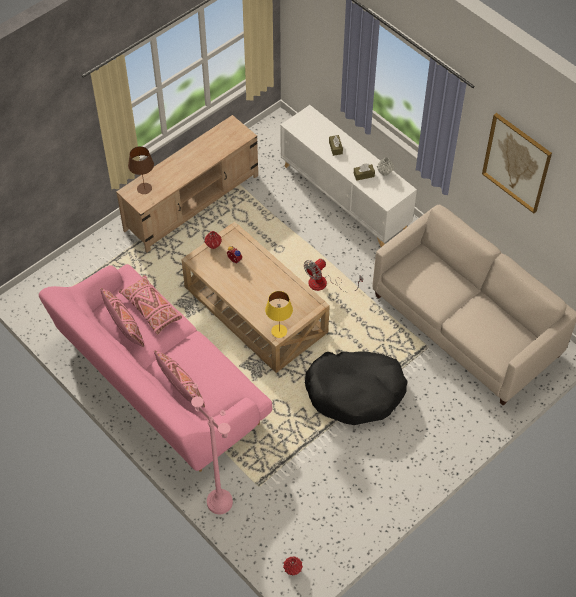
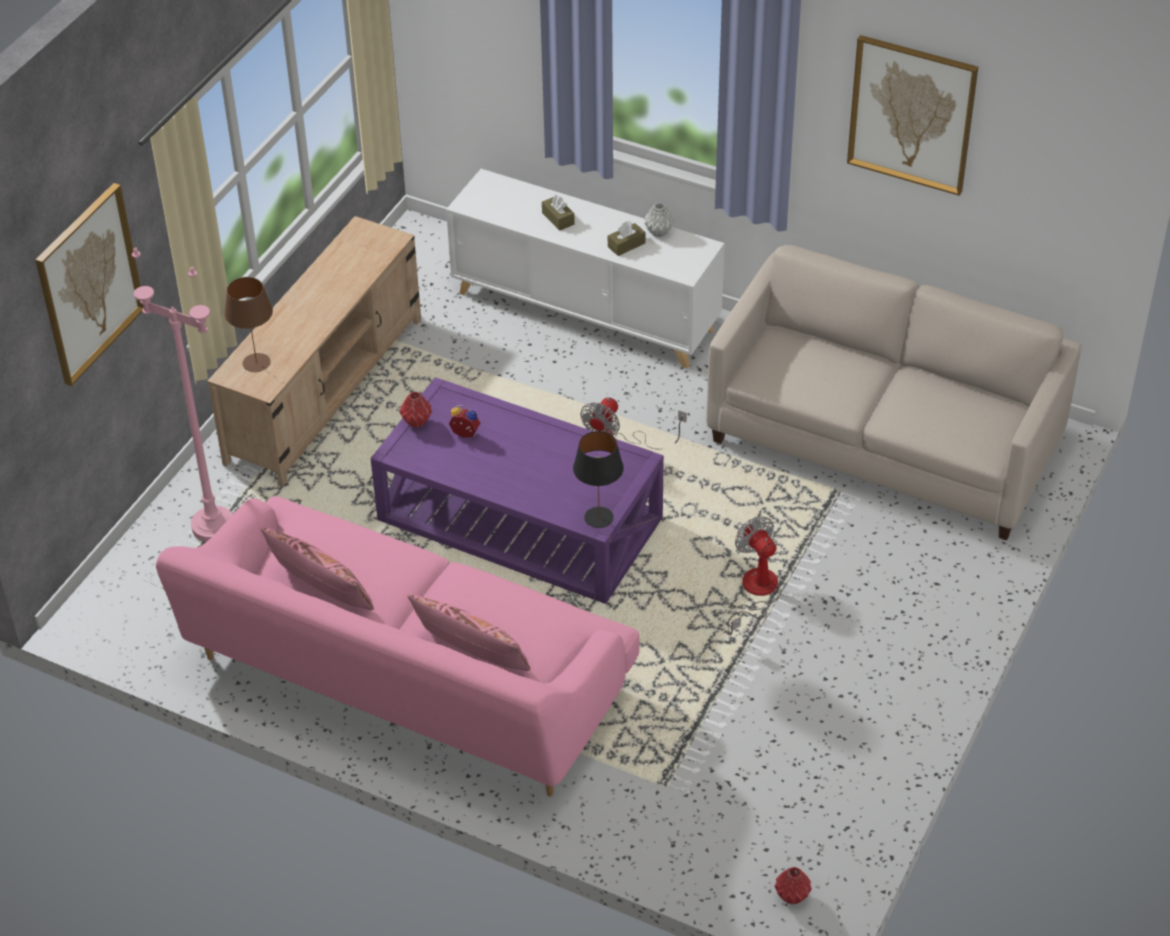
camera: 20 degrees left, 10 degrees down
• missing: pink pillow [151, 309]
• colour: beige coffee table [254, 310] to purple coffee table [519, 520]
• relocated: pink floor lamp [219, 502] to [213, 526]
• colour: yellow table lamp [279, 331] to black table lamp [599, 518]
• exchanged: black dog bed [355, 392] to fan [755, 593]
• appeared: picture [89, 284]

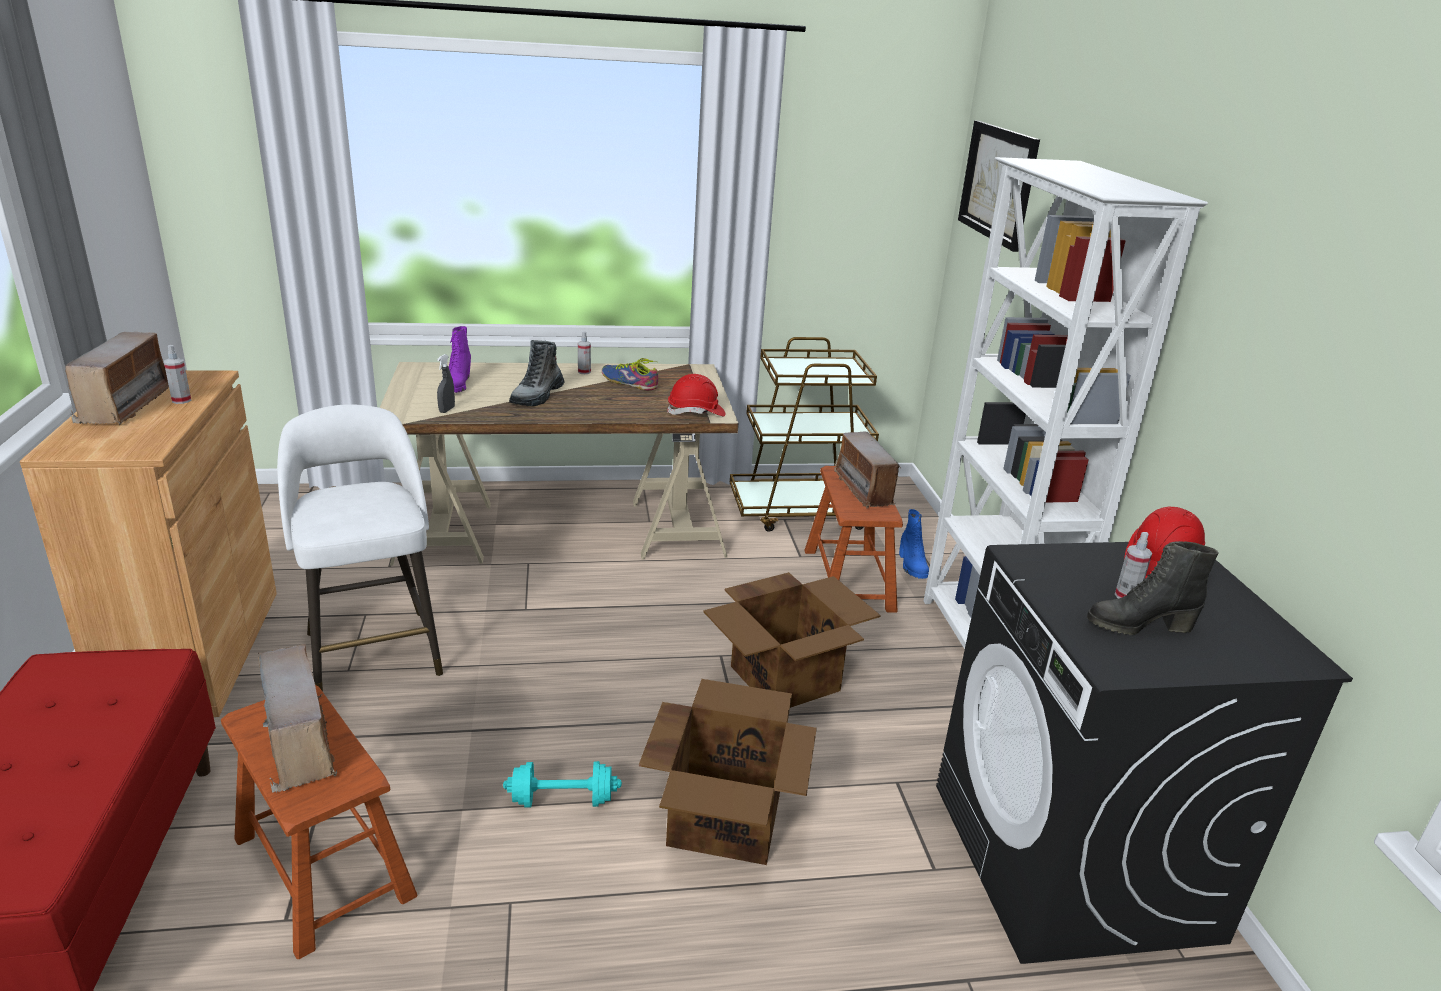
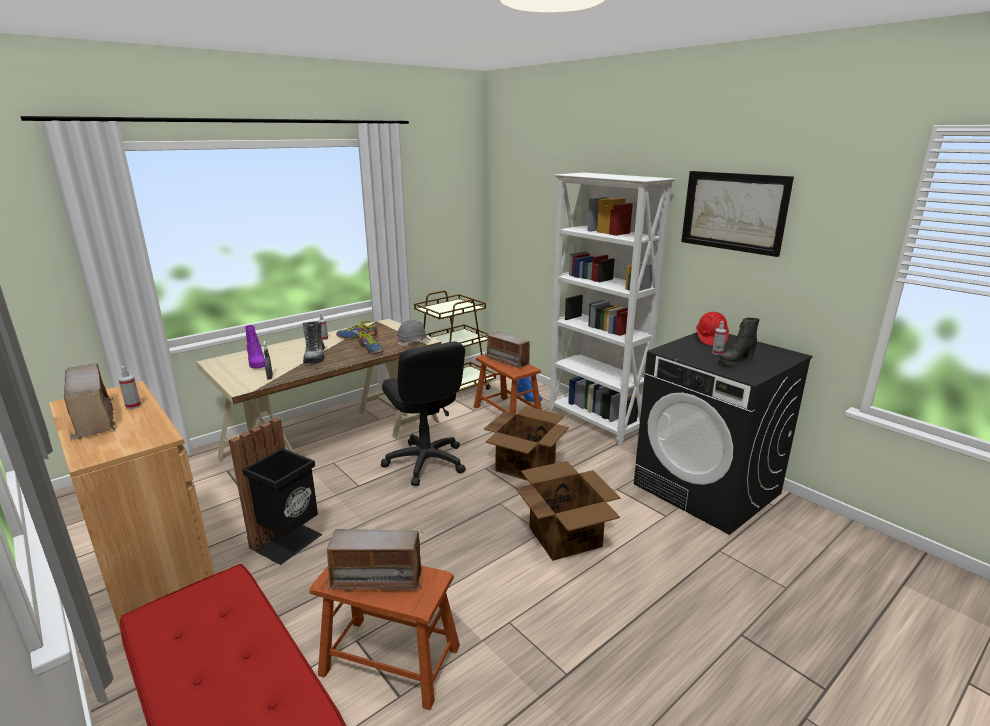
camera: 30 degrees left, 5 degrees down
• spun: radio [299, 742] = [377, 578] 150 degrees clockwise
• exchanged: white stool [373, 650] to black trash can [289, 542]
• missing: turquoise dumbbell [563, 800]
• colour: red hard hat [696, 412] to grey hard hat [413, 342]
• relocated: picture [998, 183] to [733, 211]
• appeared: shoe [371, 349]
• appeared: black office chair [425, 462]

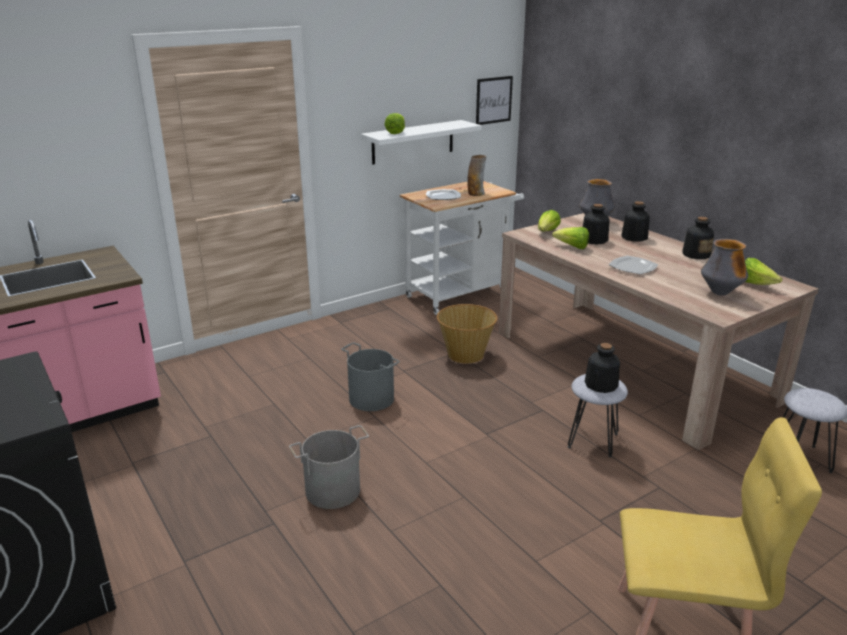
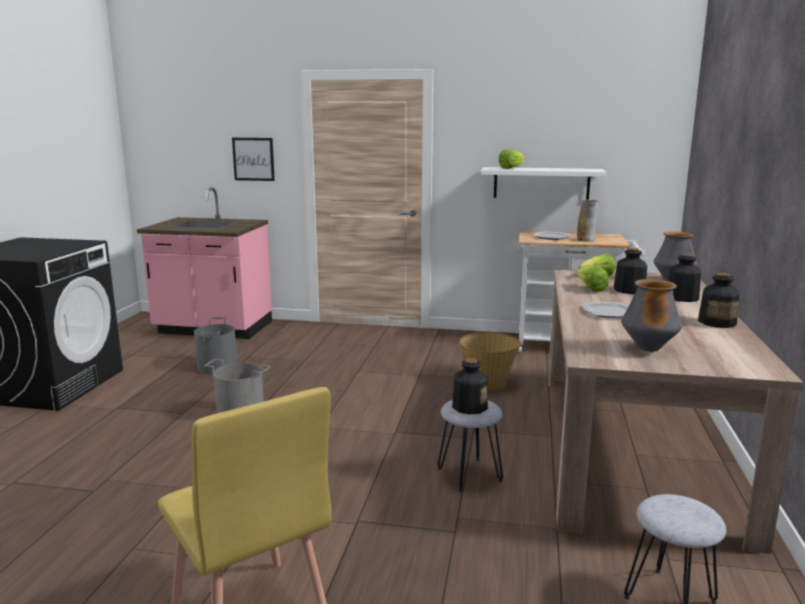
camera: 45 degrees right, 10 degrees down
• relocated: grey bucket [372, 398] to [218, 366]
• relocated: picture [493, 100] to [253, 159]
• missing: lettuce [755, 284]

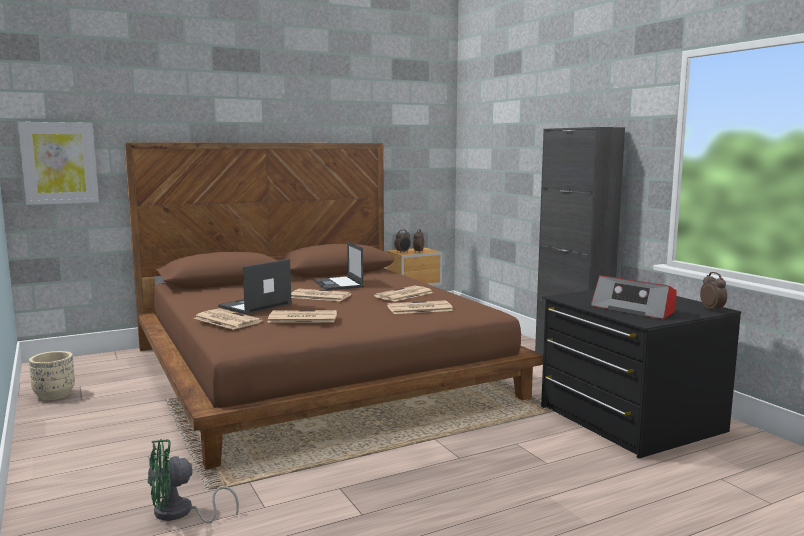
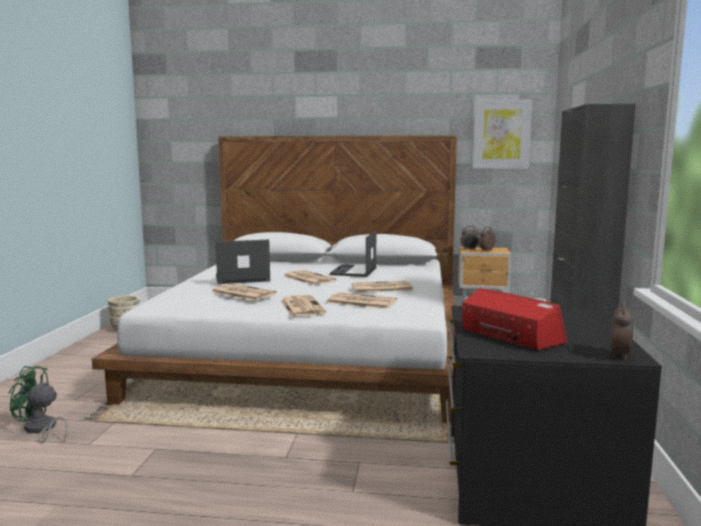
camera: 35 degrees right, 0 degrees up
• relocated: picture [59, 163] to [501, 134]
• colour: brown bed [318, 371] to white bed [313, 350]
• relocated: newspaper [226, 320] to [301, 307]
• spun: radio [634, 309] = [510, 336] 150 degrees clockwise

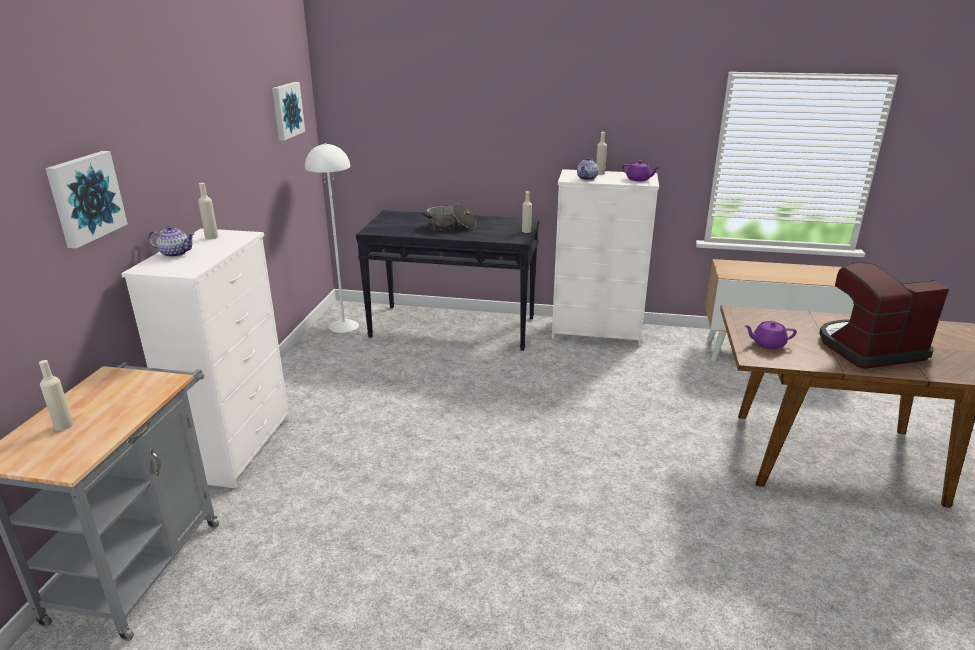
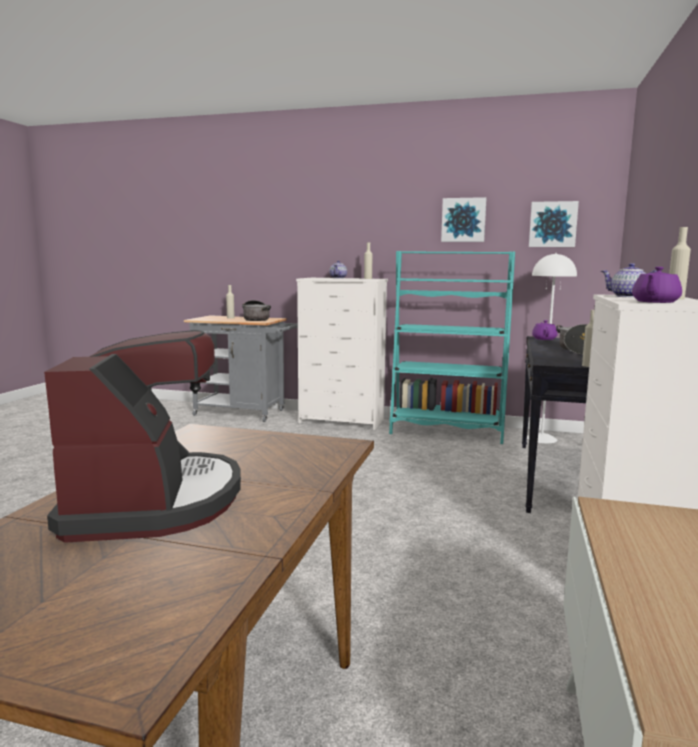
camera: 95 degrees right, 15 degrees down
• relocated: picture [85, 198] to [463, 220]
• relocated: purple teapot [767, 344] to [544, 339]
• appeared: cooking pot [256, 319]
• appeared: turquoise bookcase [446, 431]

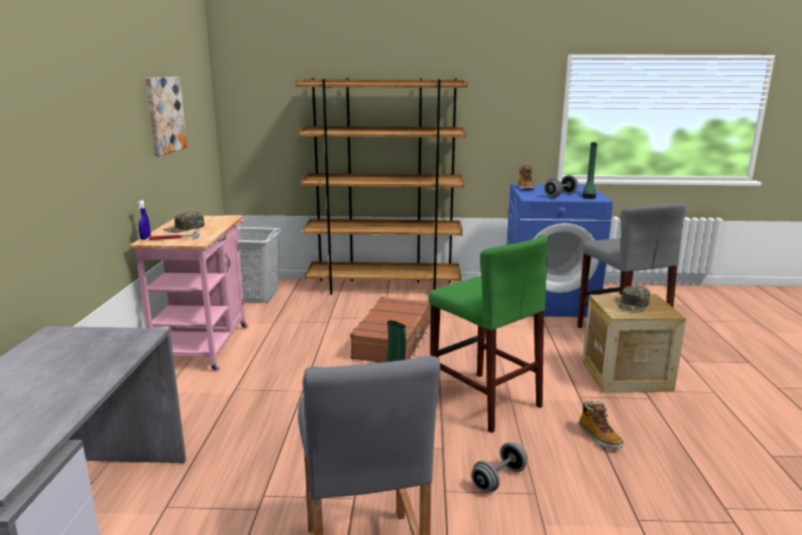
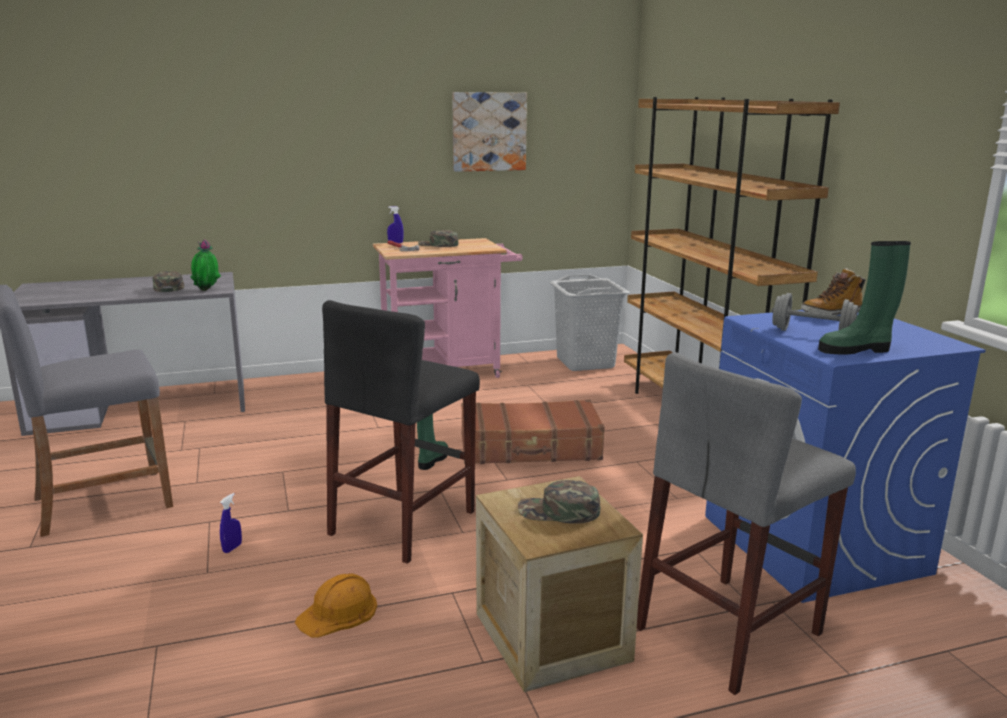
camera: 70 degrees right, 0 degrees up
• colour: green stool [485, 400] to black stool [404, 522]
• exchanged: grey dumbbell [499, 479] to blue spray bottle [232, 548]
• exchanged: boot [599, 437] to orange hard hat [338, 612]
• appeared: green cap [169, 287]
• appeared: potted plant [207, 291]

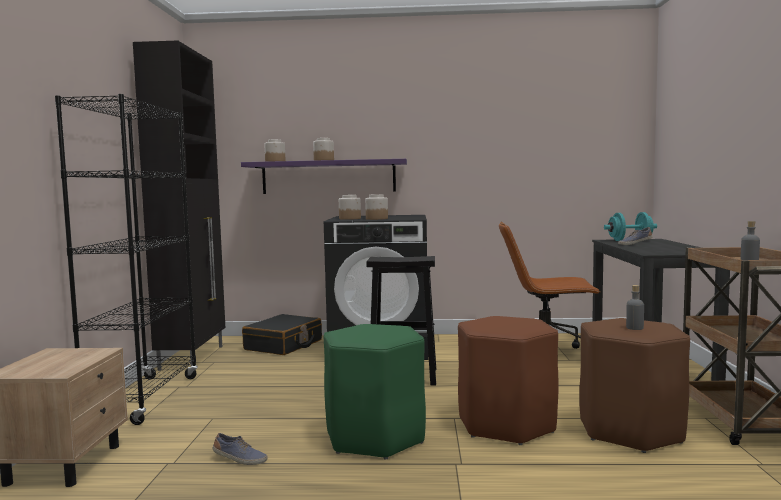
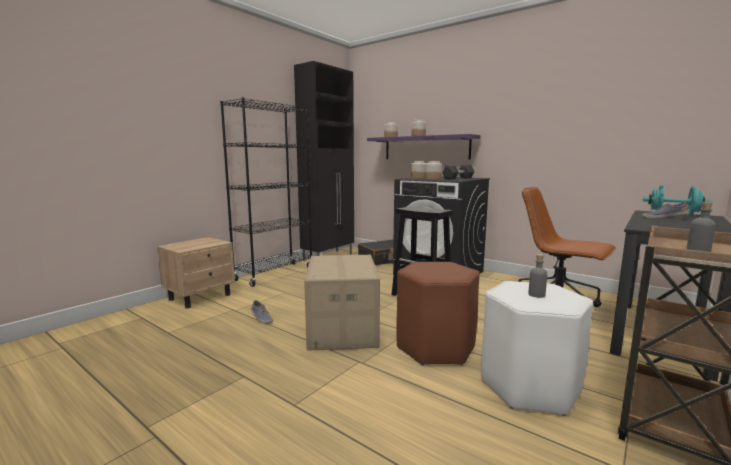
camera: 35 degrees right, 5 degrees up
• exchanged: green stool [374, 437] to cardboard box [341, 328]
• colour: brown stool [631, 431] to white stool [530, 387]
• appeared: grey dumbbell [458, 178]

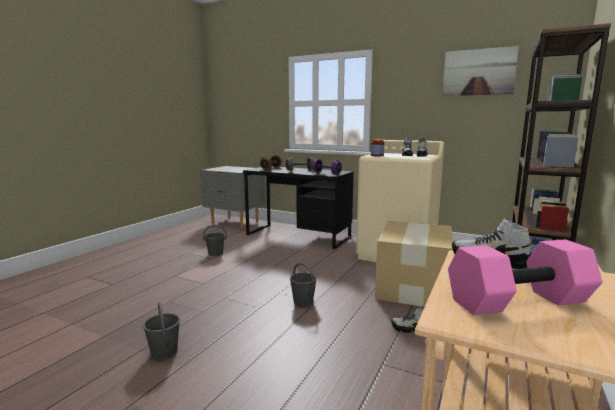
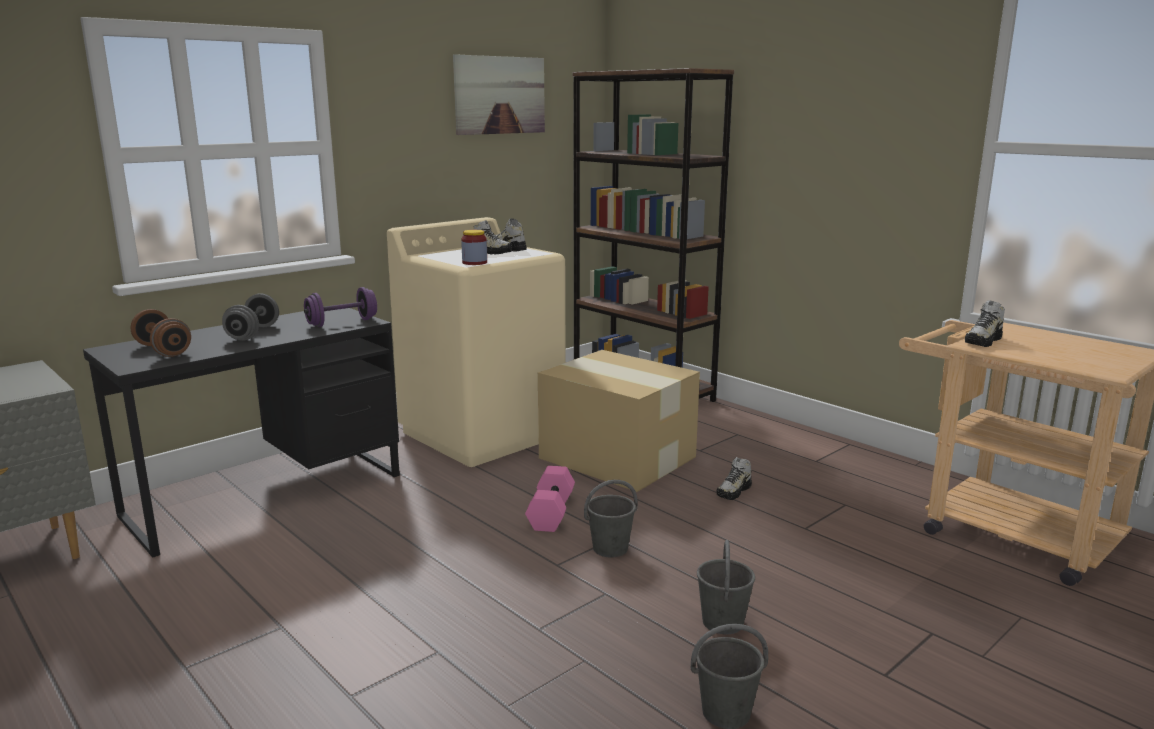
camera: 70 degrees left, 5 degrees up
• relocated: grey bucket [215, 253] to [722, 623]
• relocated: pink dumbbell [518, 300] to [550, 512]

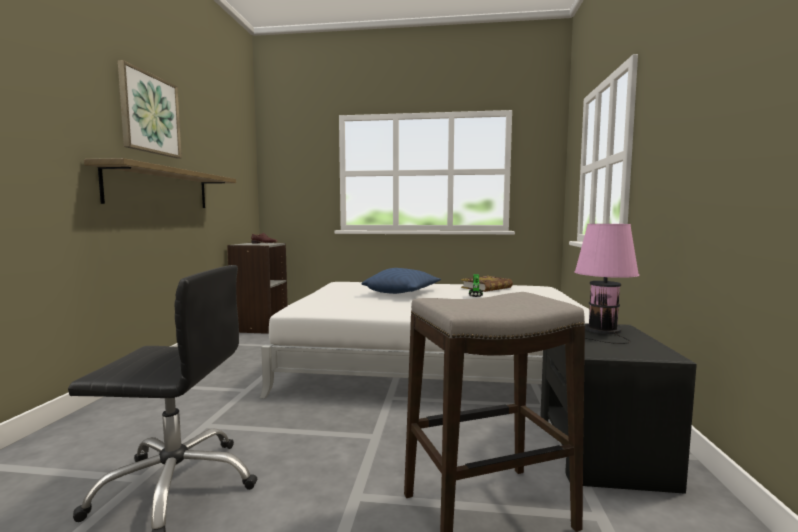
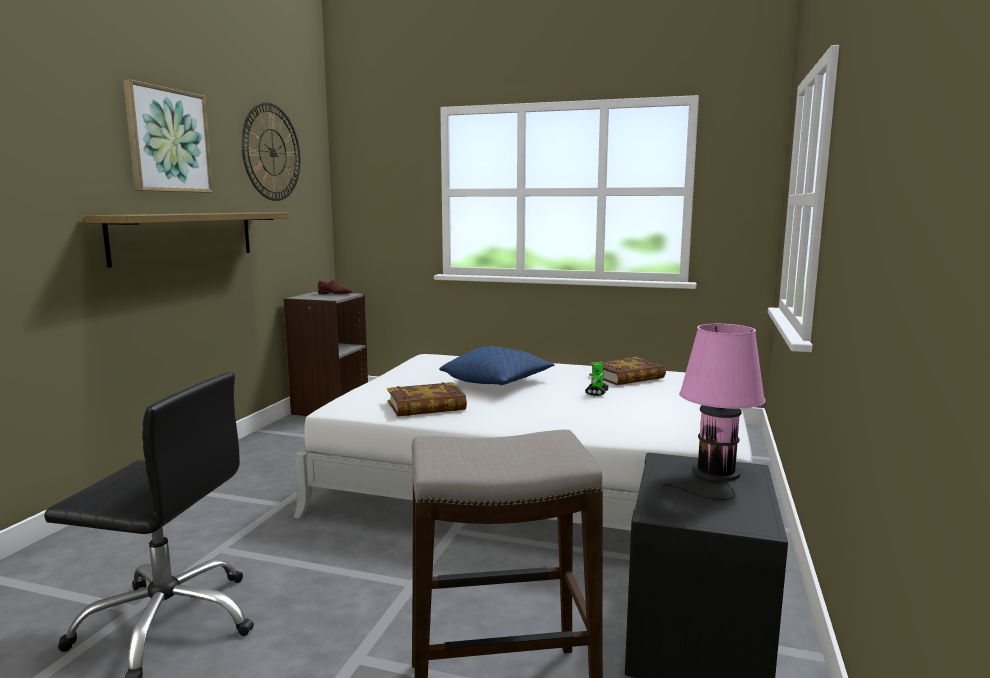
camera: 10 degrees right, 5 degrees up
• appeared: wall clock [272, 152]
• appeared: book [426, 406]

